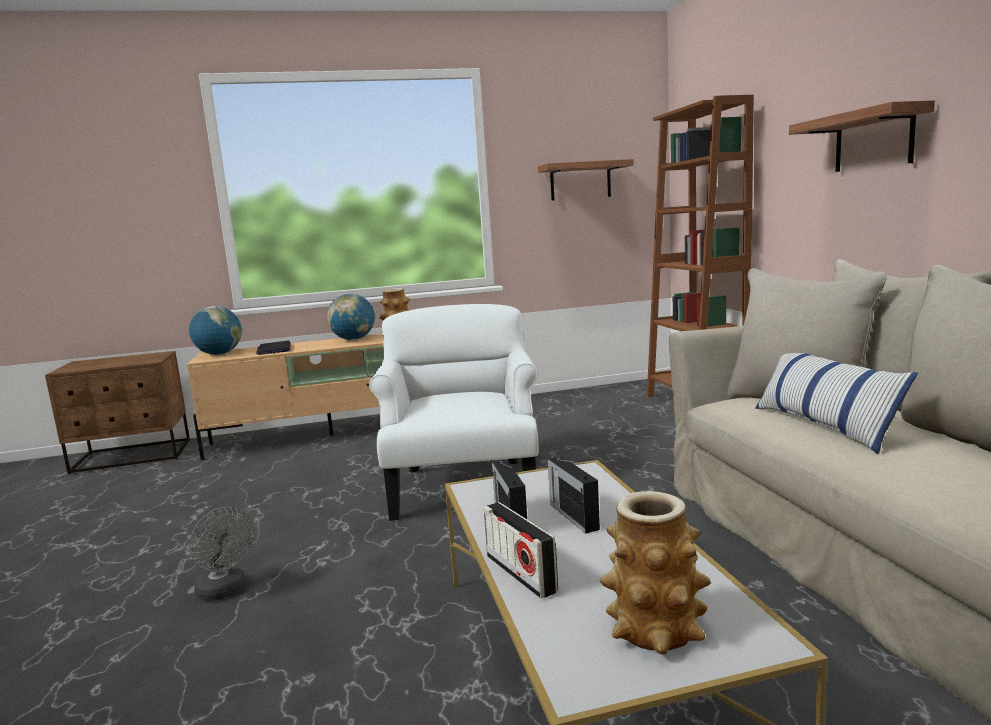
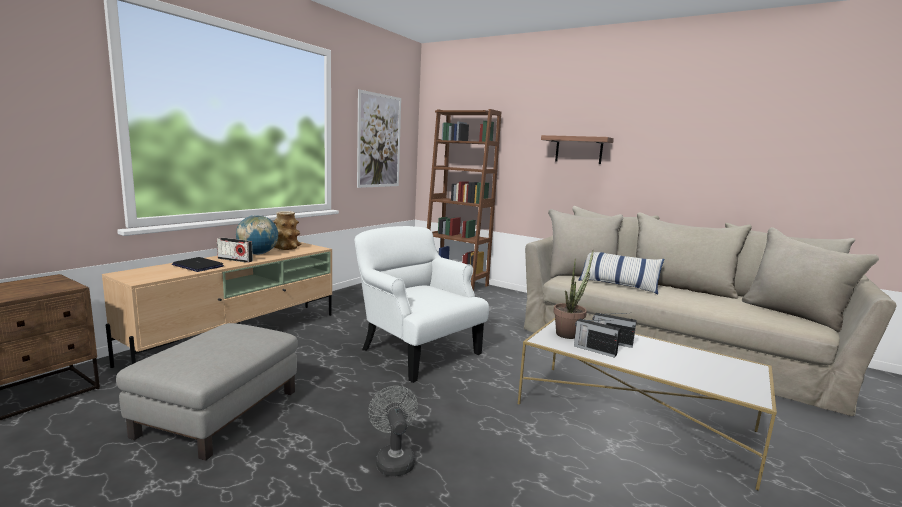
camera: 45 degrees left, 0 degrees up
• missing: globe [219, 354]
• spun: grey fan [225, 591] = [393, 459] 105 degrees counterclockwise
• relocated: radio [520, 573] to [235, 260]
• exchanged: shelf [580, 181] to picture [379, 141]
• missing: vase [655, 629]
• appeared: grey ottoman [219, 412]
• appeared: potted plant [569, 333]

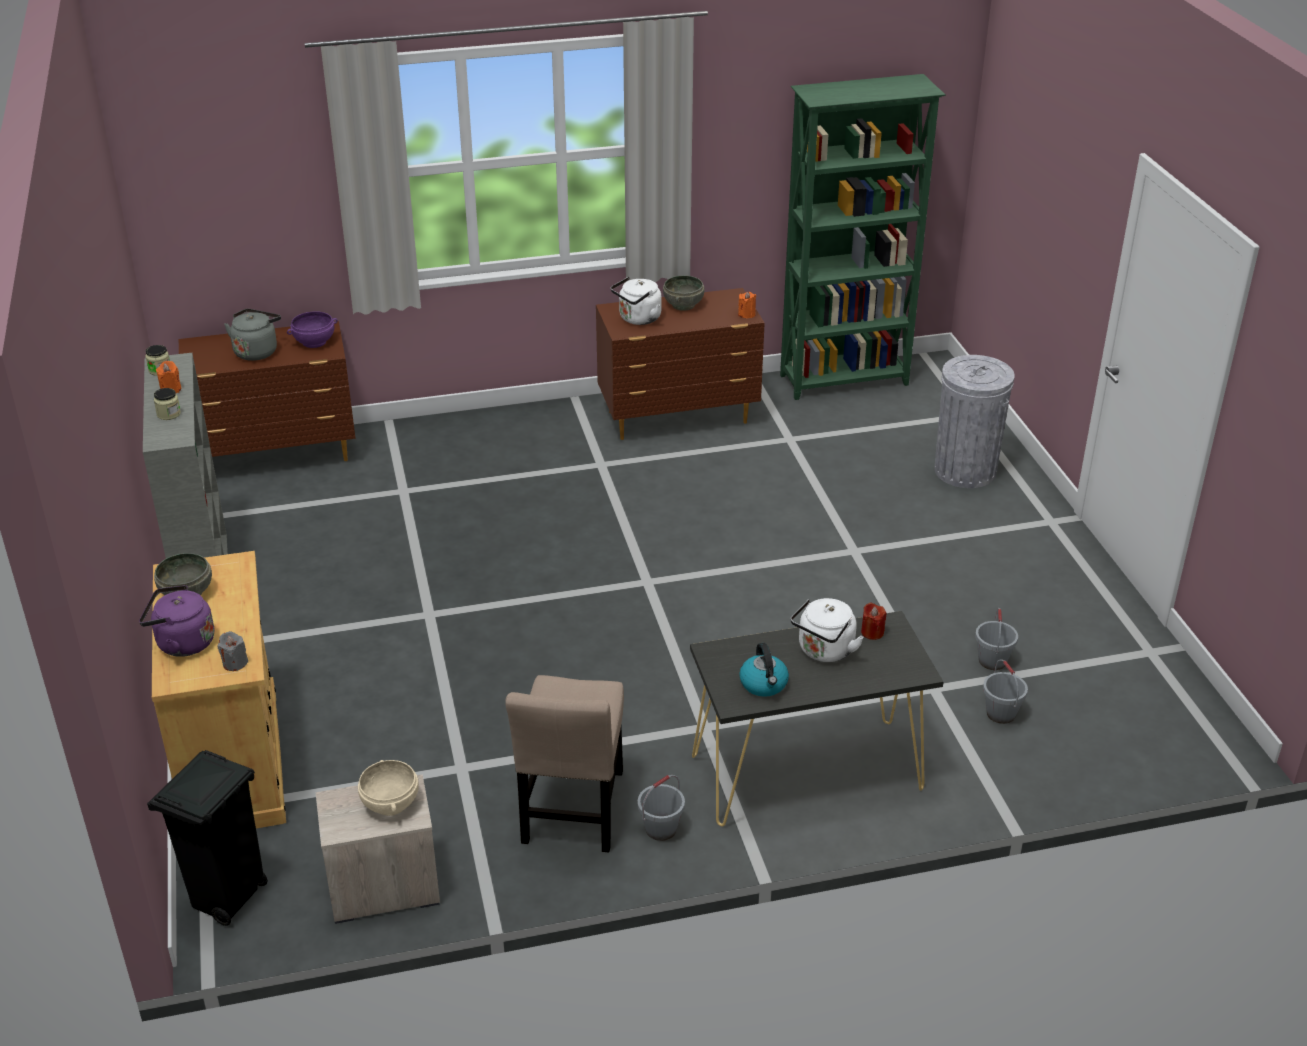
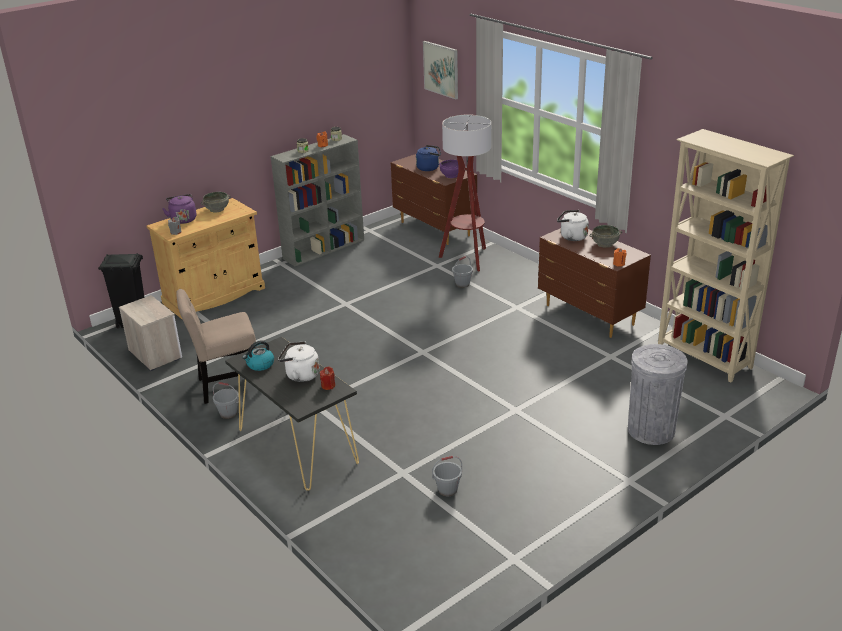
camera: 65 degrees right, 5 degrees down
• colour: grey kettle [257, 351] to blue kettle [429, 168]
• missing: beige bowl [391, 803]
• colour: green bookcase [845, 381] to beige bookcase [704, 358]
• relocated: grey bucket [1000, 713] to [462, 284]
• appeared: picture [441, 69]
• appeared: floor lamp [467, 258]

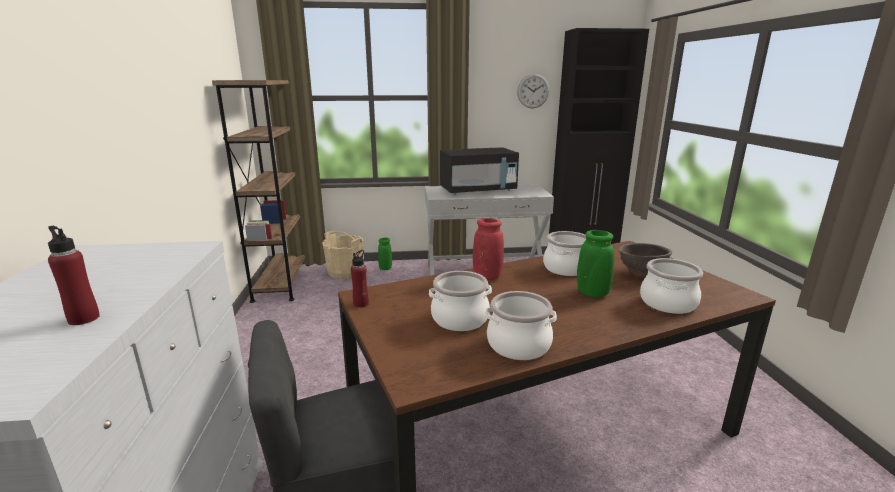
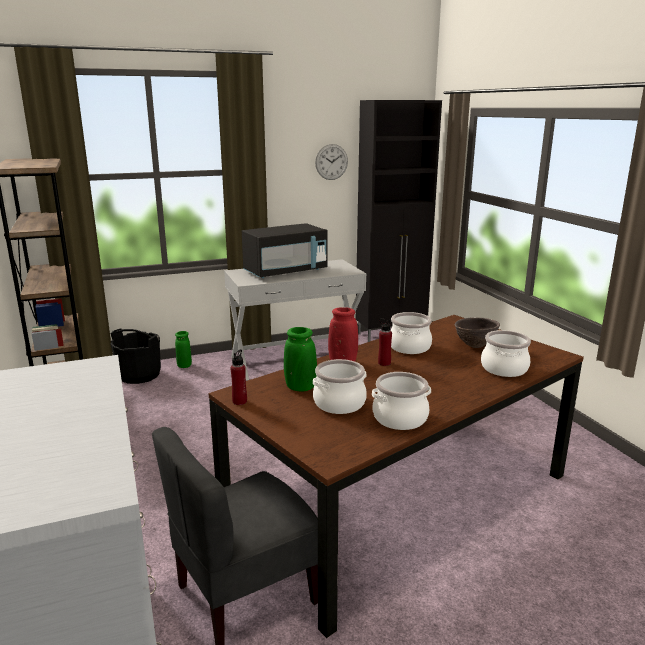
camera: 15 degrees left, 0 degrees up
• relocated: red bottle [84, 318] to [384, 363]
• colour: beige bucket [345, 272] to black bucket [139, 375]
• relocated: green vase [592, 293] to [300, 388]

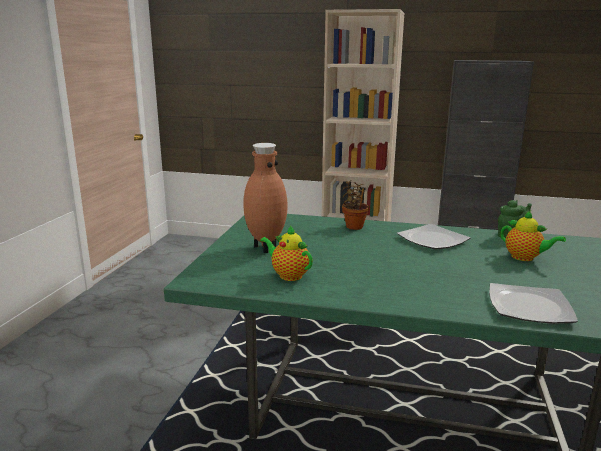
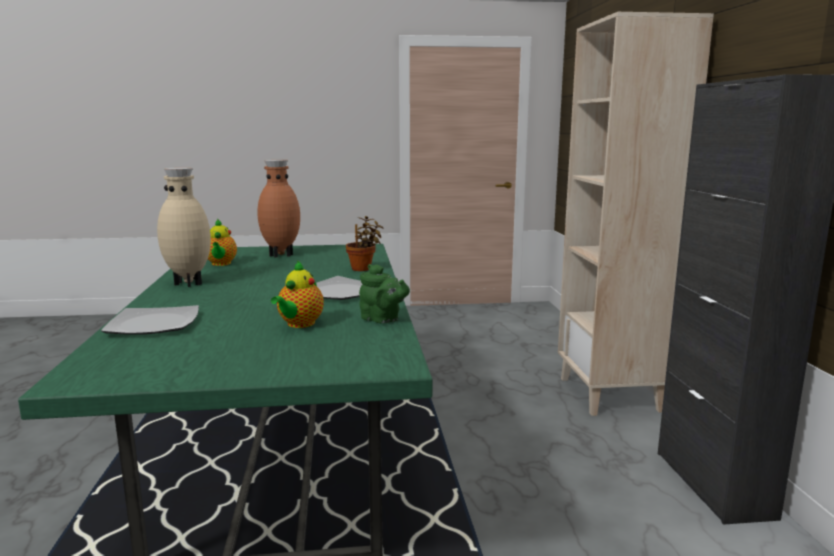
camera: 70 degrees right, 5 degrees down
• spun: teapot [288, 275] = [221, 264] 150 degrees clockwise
• appeared: beige vase [189, 283]

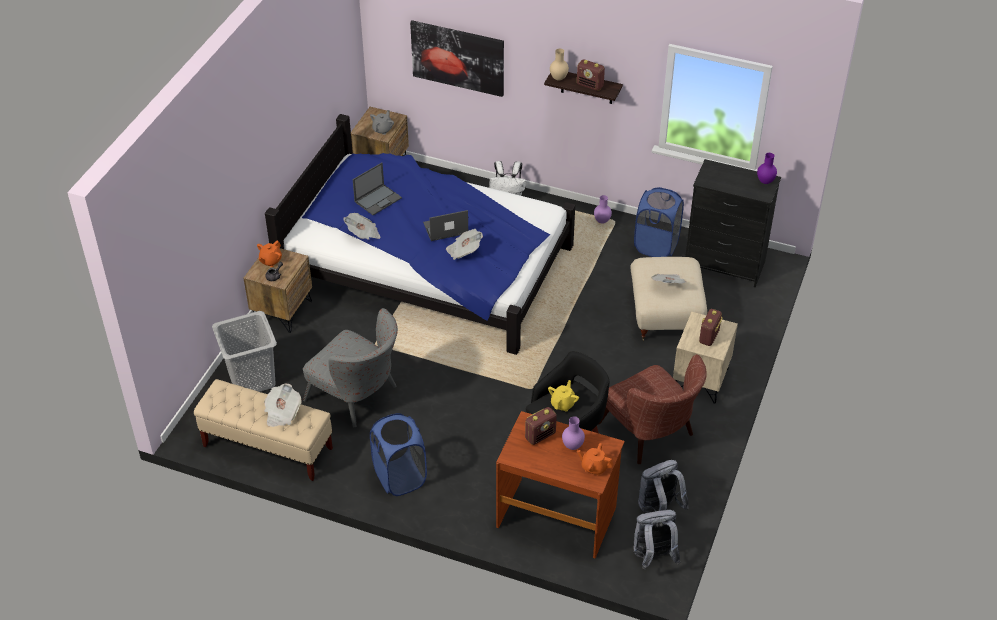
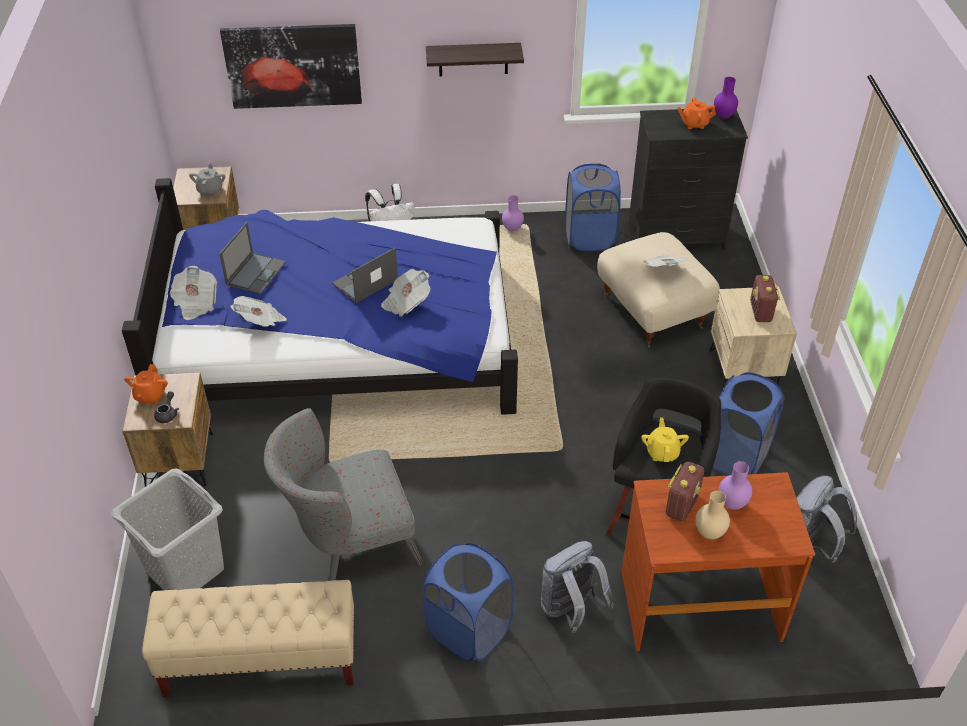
camera: 25 degrees left, 0 degrees up
• relocated: newspaper [282, 413] to [195, 303]
• spun: grey armchair [358, 398] = [348, 541] 150 degrees clockwise
• relocated: beige vase [559, 78] to [709, 532]
• missing: radio [590, 85]
• relocated: orange teapot [594, 467] to [694, 124]
• exchanged: brown armchair [651, 435] to blue laundry basket [736, 456]
• relocated: grey backpack [653, 557] to [570, 610]

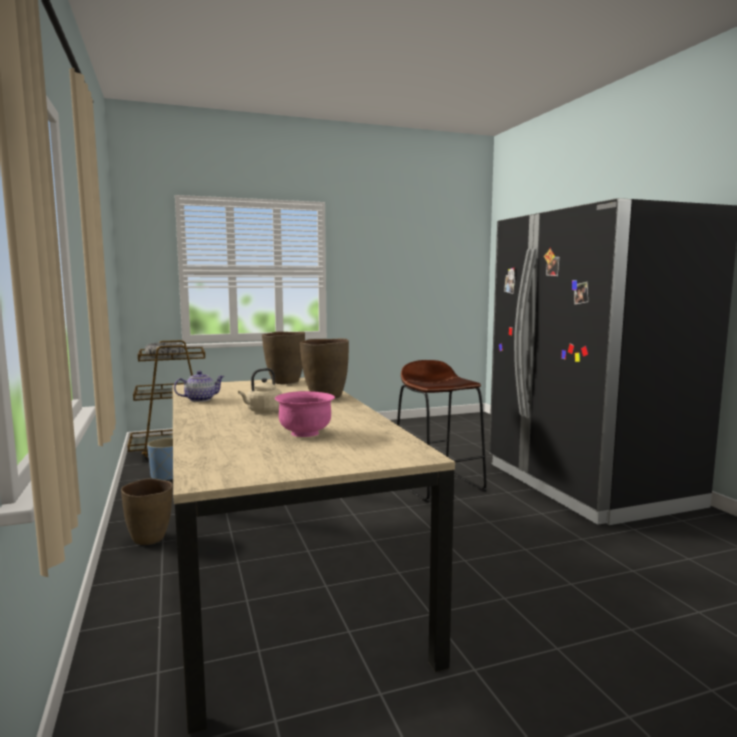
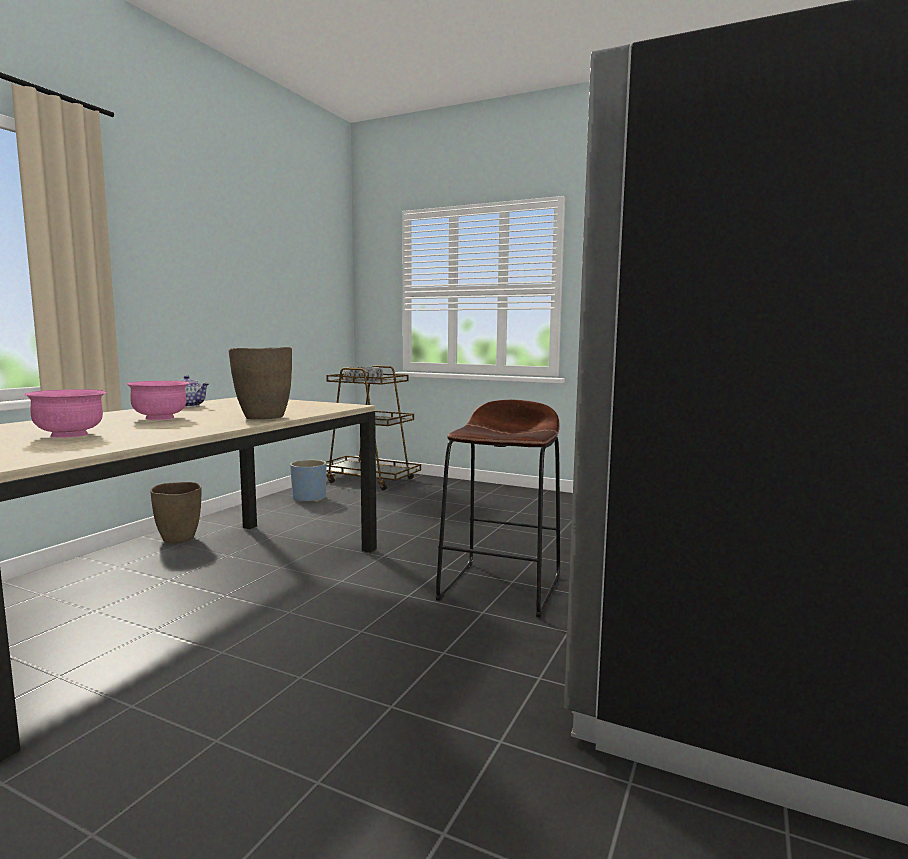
camera: 45 degrees right, 0 degrees up
• exchanged: beige kettle [263, 411] to pink bowl [160, 418]
• missing: brown vase [284, 382]

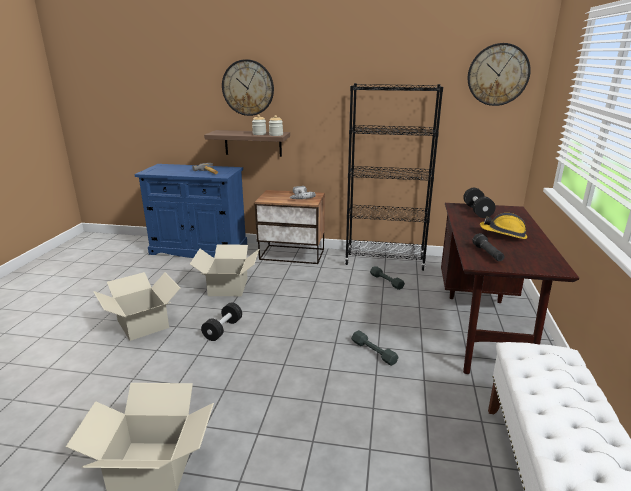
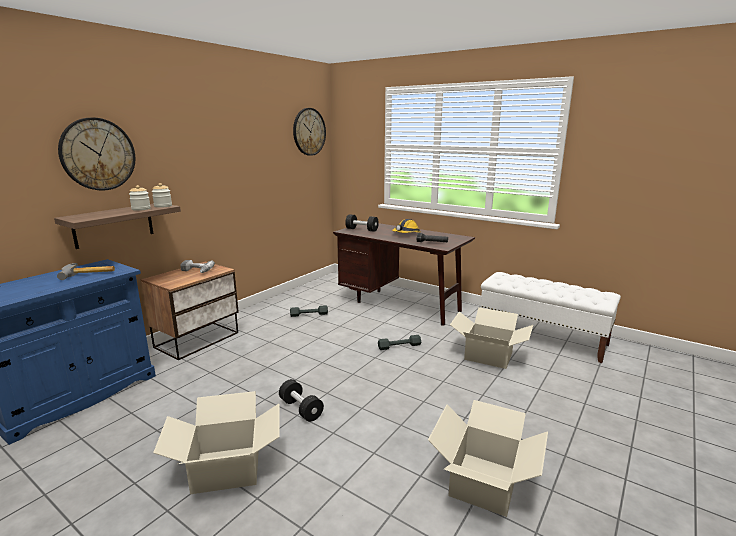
camera: 65 degrees left, 5 degrees down
• relocated: cardboard box [228, 287] to [488, 355]
• missing: black bookcase [385, 261]

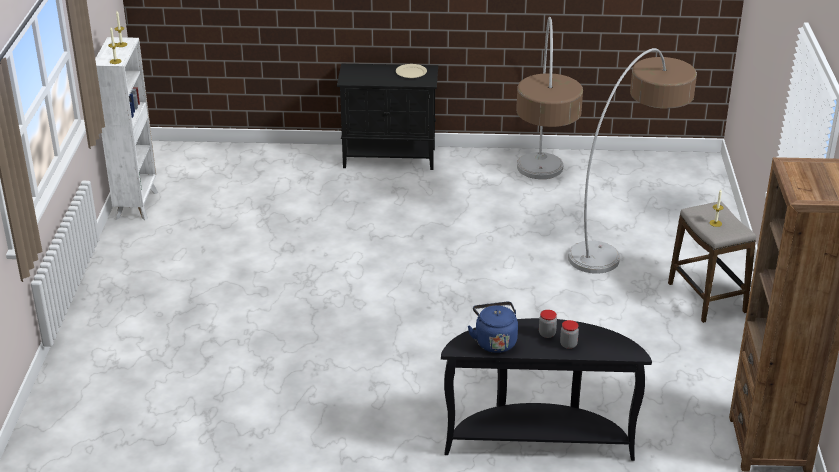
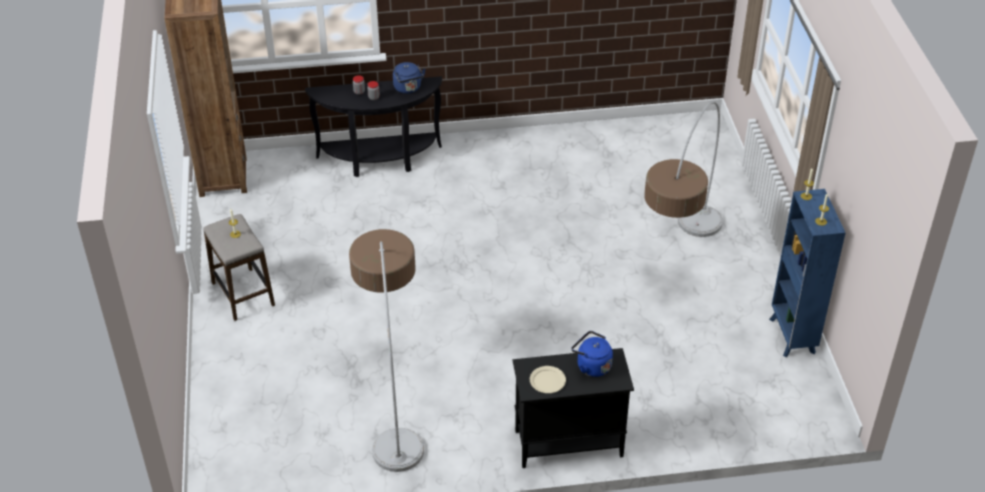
camera: 170 degrees right, 10 degrees up
• colour: white bookcase [137, 204] to blue bookcase [792, 337]
• relocated: floor lamp [627, 227] to [679, 260]
• appeared: blue kettle [591, 366]

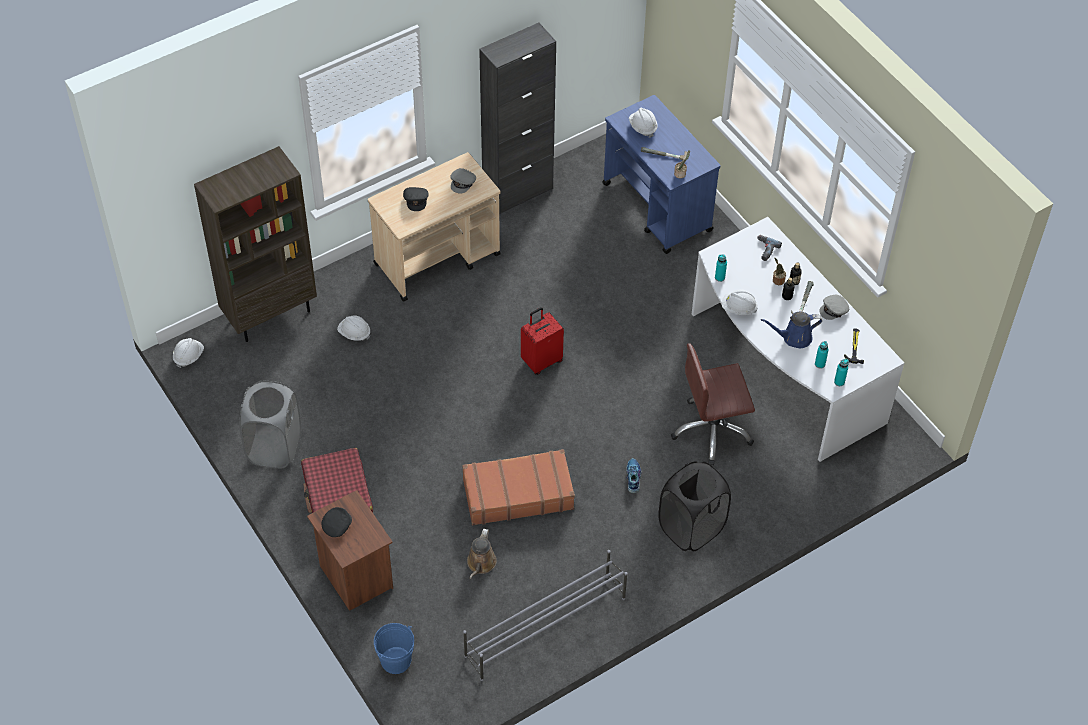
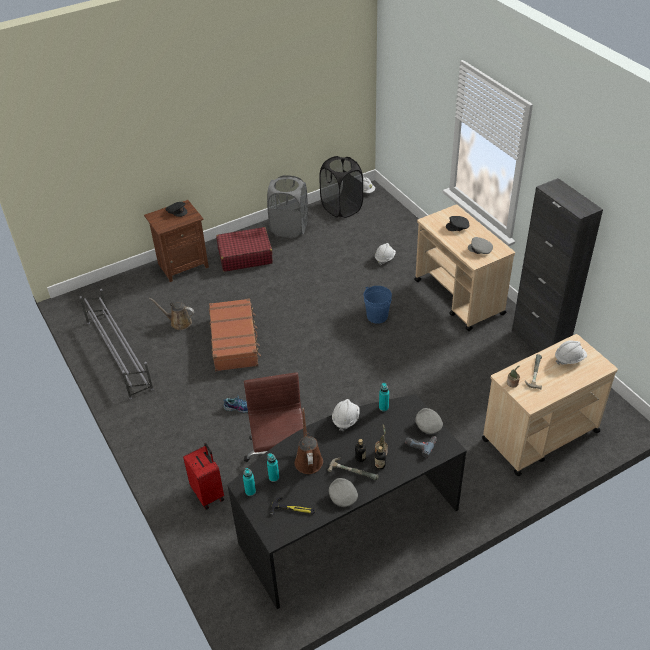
camera: 95 degrees right, 10 degrees down
• missing: brown bookcase [270, 314]
• relocated: blue bucket [395, 660] to [377, 316]
• relocated: red suitcase [541, 361] to [208, 494]
• colour: blue cart [657, 208] to beige cart [539, 436]
• relocated: black laundry basket [691, 528] to [341, 208]
• colour: white desk [782, 370] to black desk [346, 521]
• colour: blue watering can [794, 337] to brown watering can [308, 459]
• appeared: grey cap [427, 425]

